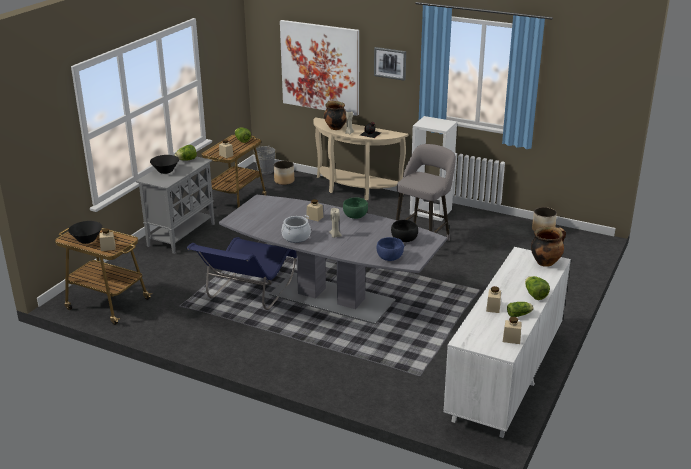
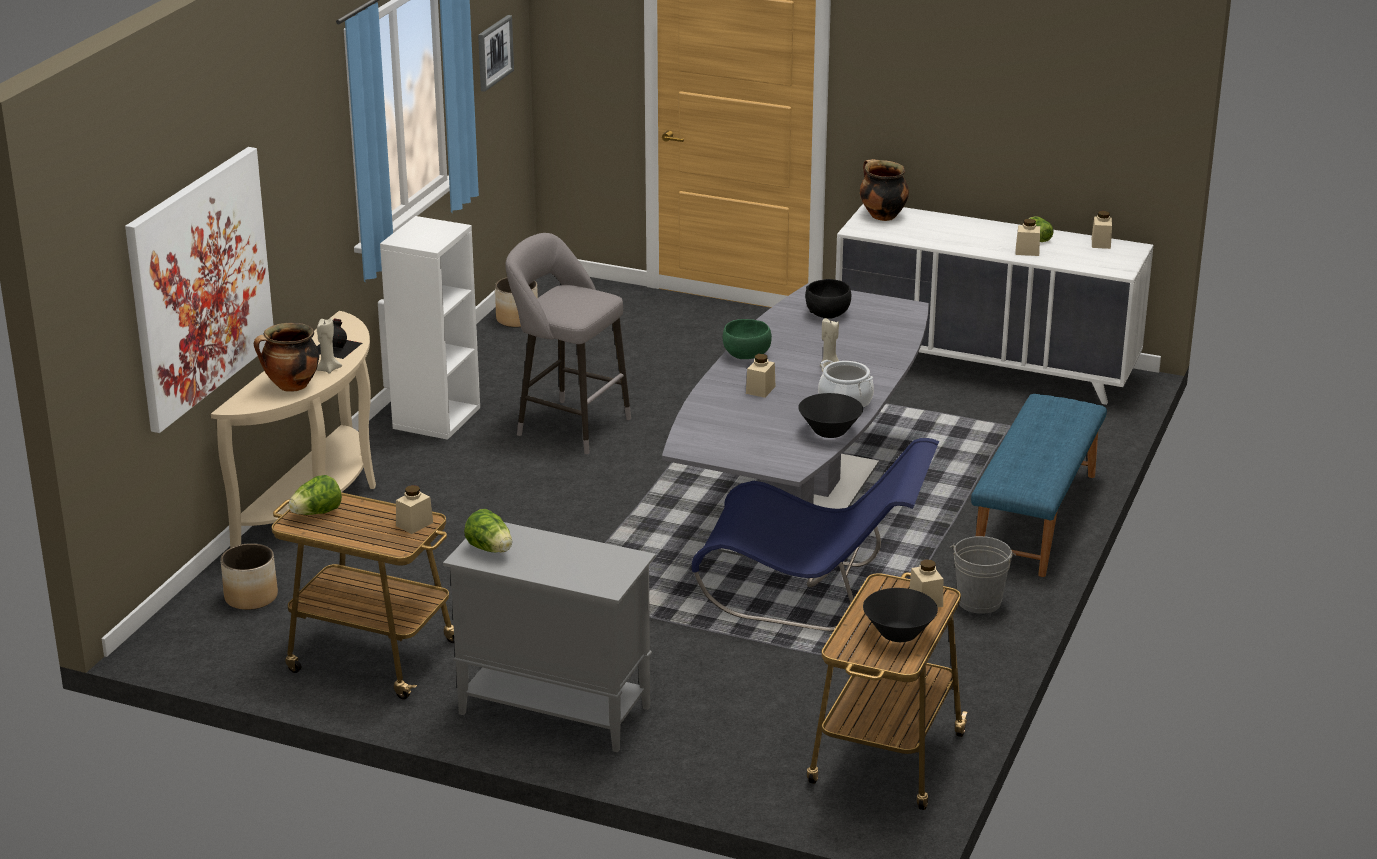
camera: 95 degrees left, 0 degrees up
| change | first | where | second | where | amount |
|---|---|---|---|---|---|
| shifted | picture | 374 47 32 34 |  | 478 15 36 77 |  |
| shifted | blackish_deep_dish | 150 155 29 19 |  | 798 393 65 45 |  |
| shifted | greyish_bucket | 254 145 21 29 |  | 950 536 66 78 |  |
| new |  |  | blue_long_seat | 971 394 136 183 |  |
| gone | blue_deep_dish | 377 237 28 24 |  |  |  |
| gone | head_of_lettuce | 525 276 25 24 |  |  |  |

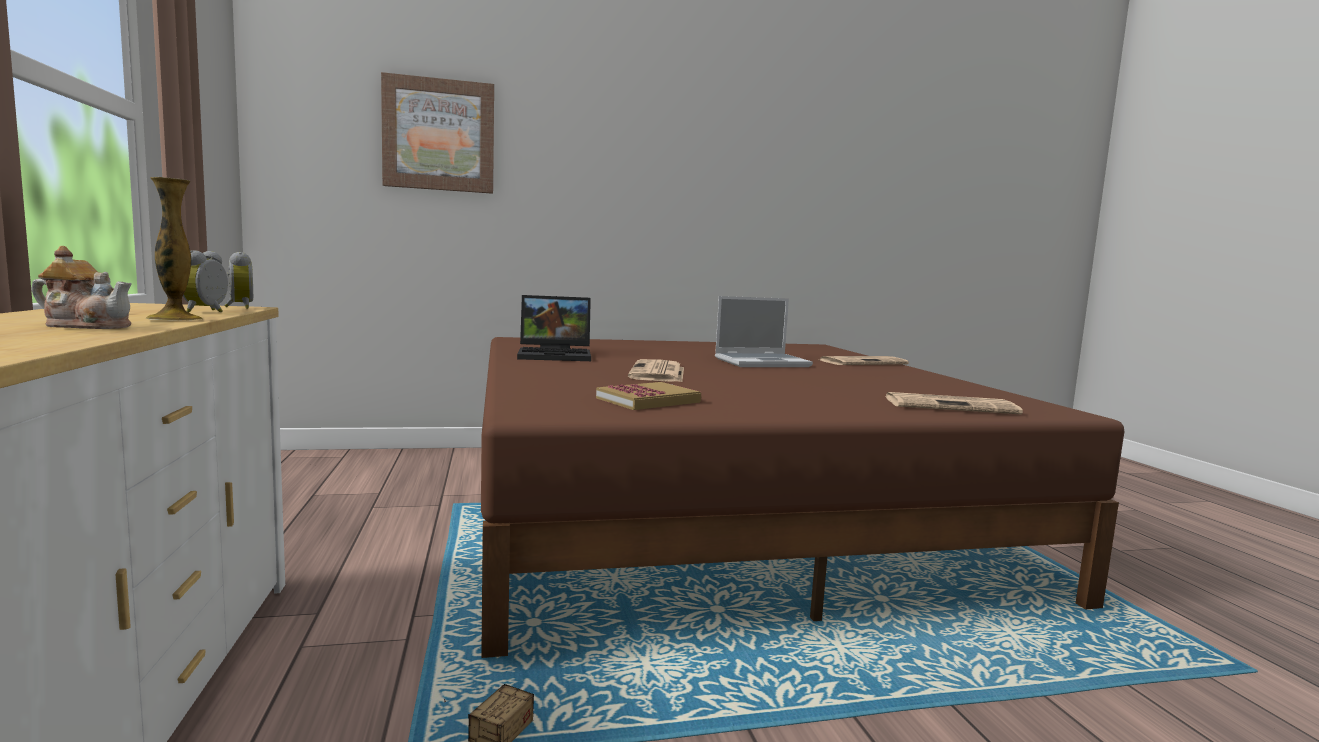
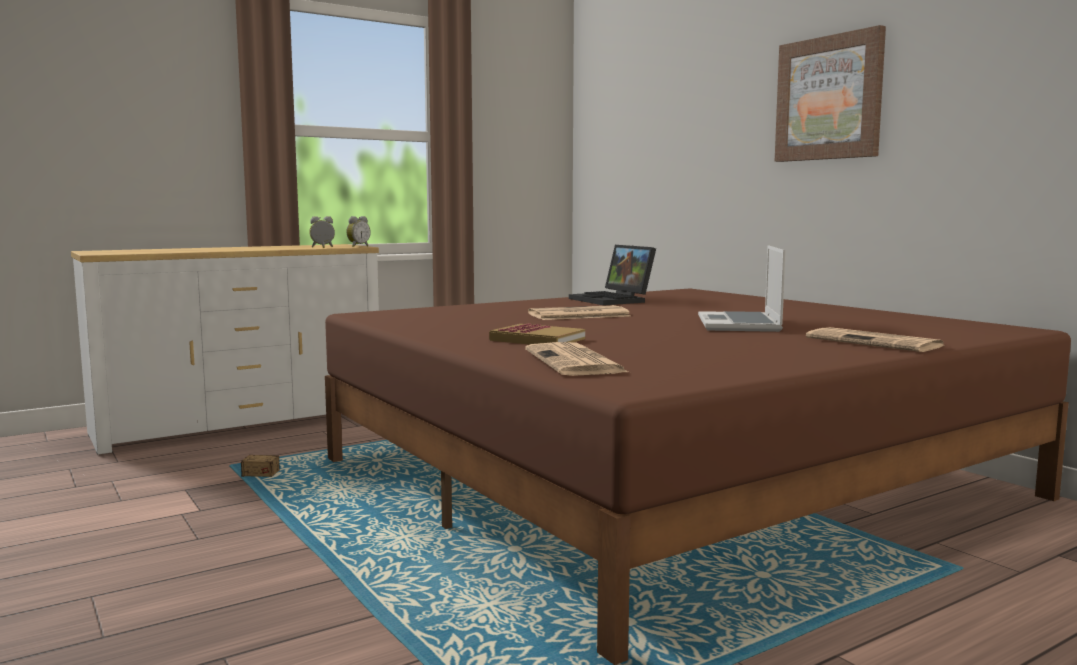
camera: 70 degrees right, 0 degrees up
| change | first | where | second | where | amount |
|---|---|---|---|---|---|
| shifted | volume | 596 382 105 28 |  | 489 324 96 21 |  |
| rotated | notebook_computer | 715 296 98 71 |  | 698 245 88 87 | 45 degrees clockwise |
| shifted | picture | 381 72 113 122 |  | 775 25 111 137 |  |
| gone | pot_for_tea | 31 246 101 83 |  |  |  |
| gone | flower_vase | 146 177 57 143 |  |  |  |

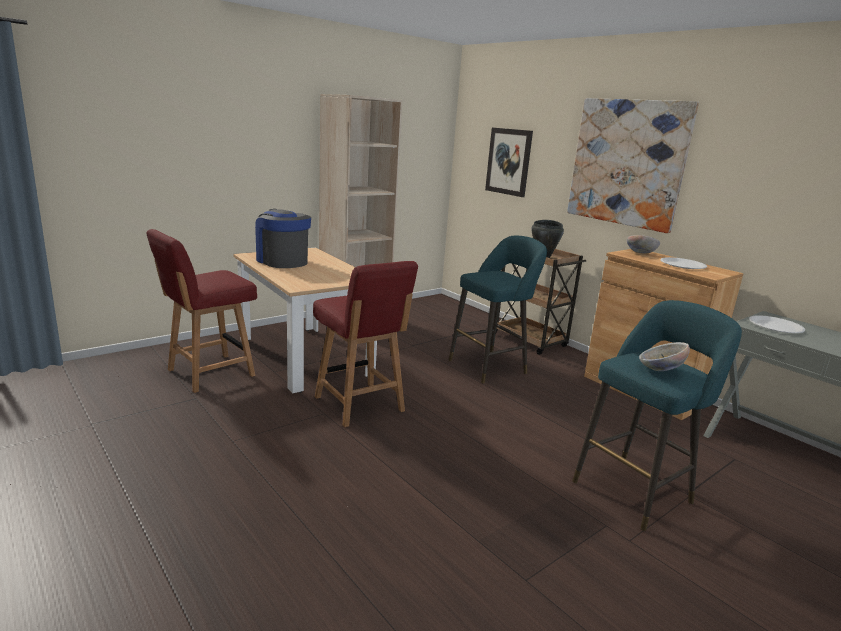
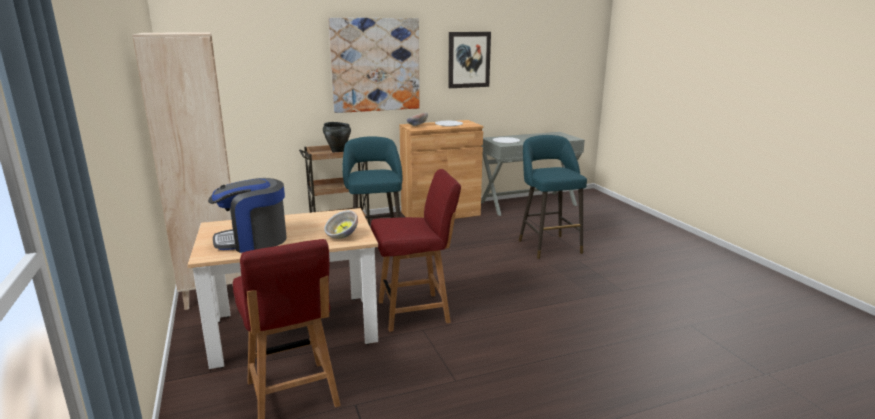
camera: 70 degrees left, 0 degrees up
| change | first | where | second | where | amount |
|---|---|---|---|---|---|
| shifted | deep_dish | 639 342 51 29 |  | 324 210 34 29 |  |
| shifted | picture | 485 128 48 69 |  | 448 32 43 56 |  |

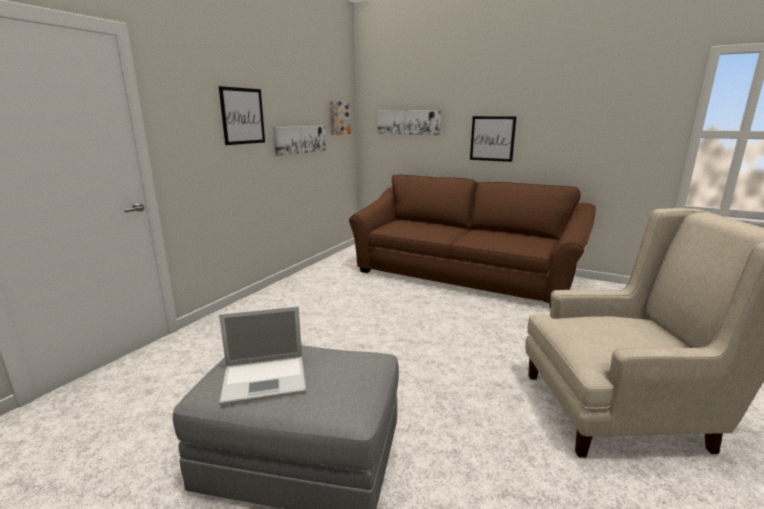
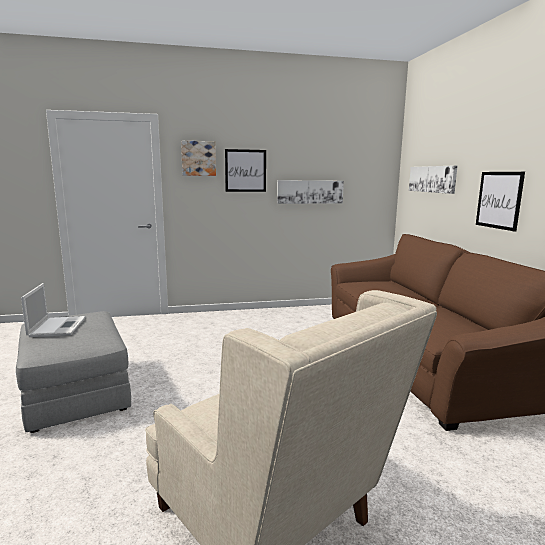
camera: 50 degrees right, 5 degrees down
| change | first | where | second | where | amount |
|---|---|---|---|---|---|
| rotated | notebook_computer | 219 306 87 99 |  | 21 283 65 54 | 135 degrees counterclockwise |
| shifted | picture | 330 101 21 34 |  | 181 141 35 35 |  |

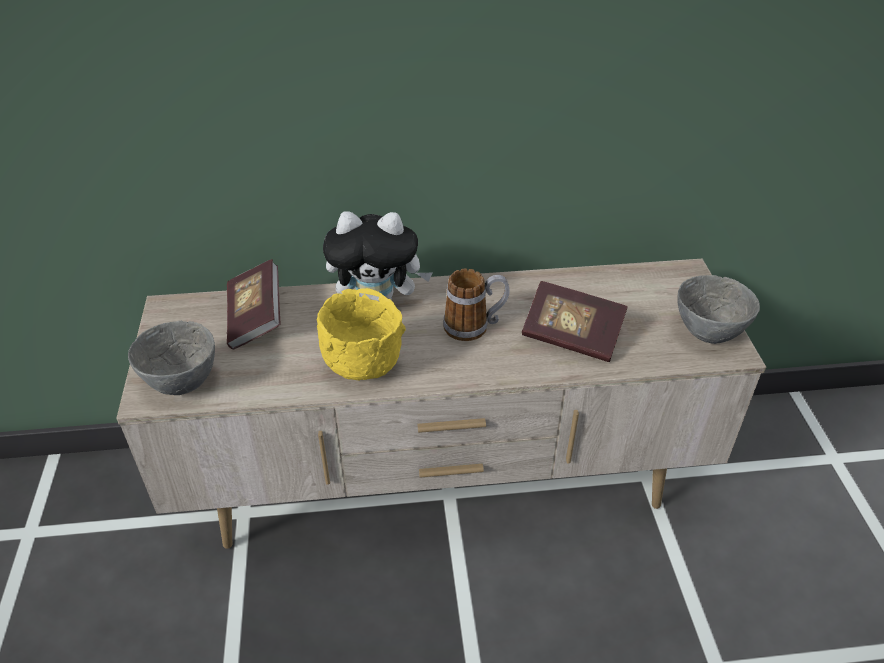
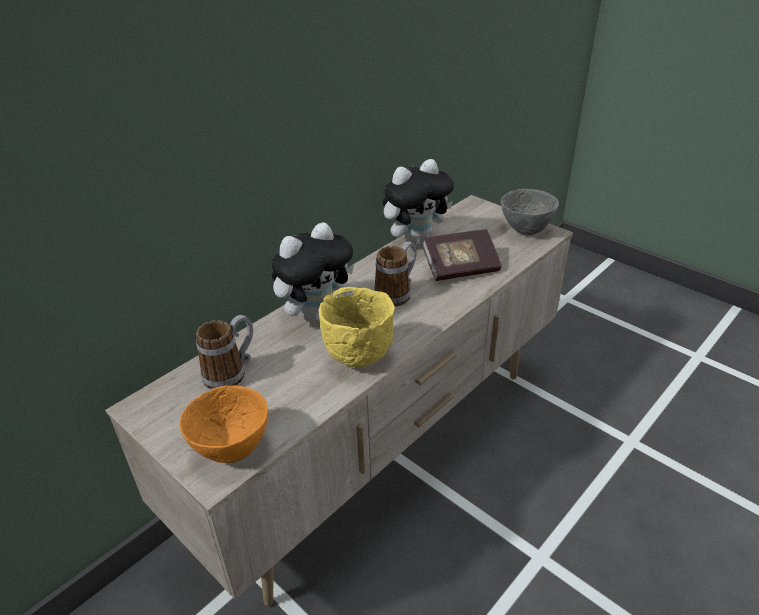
camera: 40 degrees left, 5 degrees down
| change | first | where | second | where | amount |
|---|---|---|---|---|---|
| repainted | greyish_deep_dish | 128 321 87 74 | orange-coloured_deep_dish | 179 385 89 78 |  |
| swapped | volume | 227 259 53 91 | mug | 196 315 57 74 |  |
| new |  |  | soft_toy | 383 159 71 86 |  |

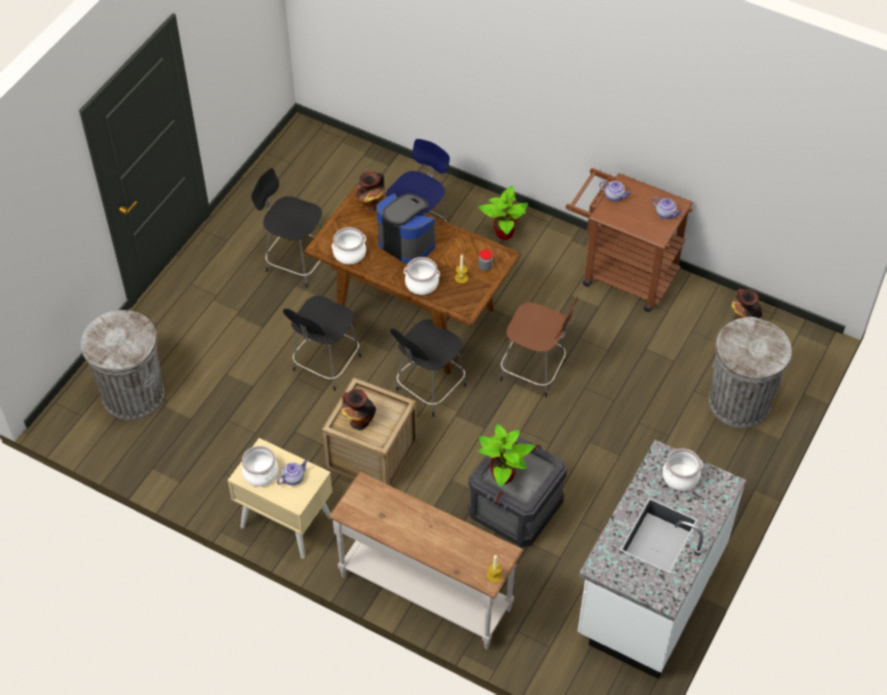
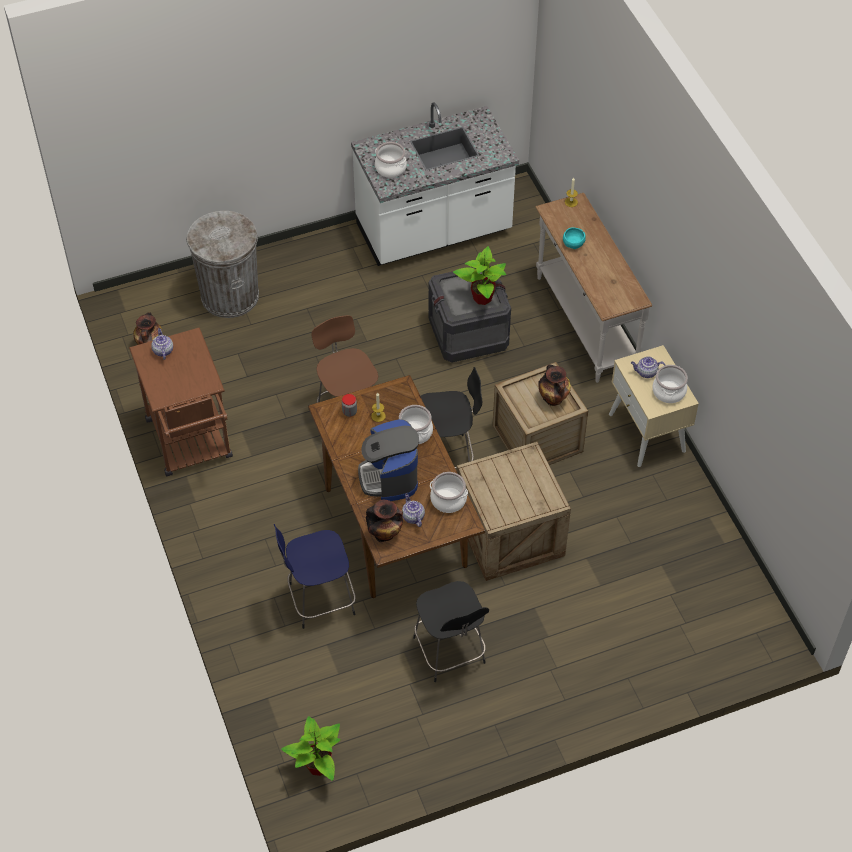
camera: 140 degrees left, 0 degrees up
| change | first | where | second | where | amount |
|---|---|---|---|---|---|
| shifted | potted_plant | 478 186 50 54 |  | 281 716 60 65 |  |
| shifted | pot_for_tea | 600 181 31 21 |  | 402 493 23 34 |  |
| swapped | blackish_stool_seat | 283 296 78 95 | packing_crate | 457 442 114 139 |  |
| new |  |  | turquoise_deep_dish | 563 227 23 22 |  |
| gone | greyish_rubbish_bin | 81 310 83 110 |  |  |  |

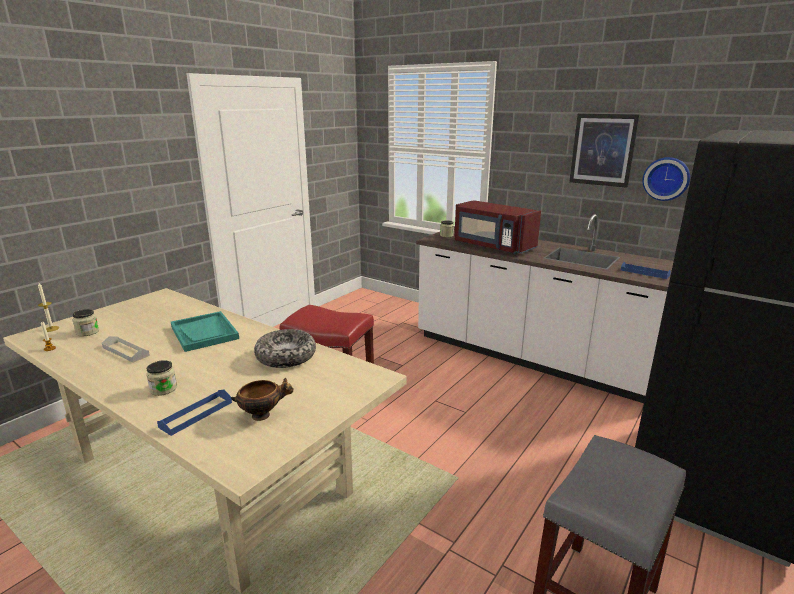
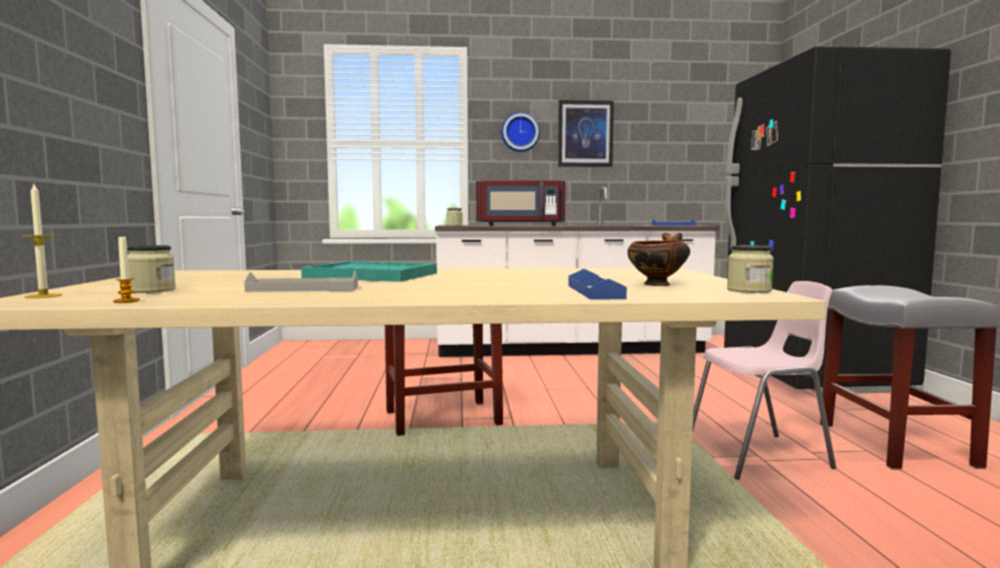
camera: 40 degrees left, 15 degrees down
| change | first | where | second | where | amount |
|---|---|---|---|---|---|
| shifted | wall_clock | 643 157 47 44 |  | 501 112 39 40 |  |
| new |  |  | pink-coloured_plain_chair | 693 281 143 199 |  |
| shifted | jar | 146 360 31 36 |  | 727 245 47 48 |  |
| gone | deep_dish | 254 329 62 39 |  |  |  |

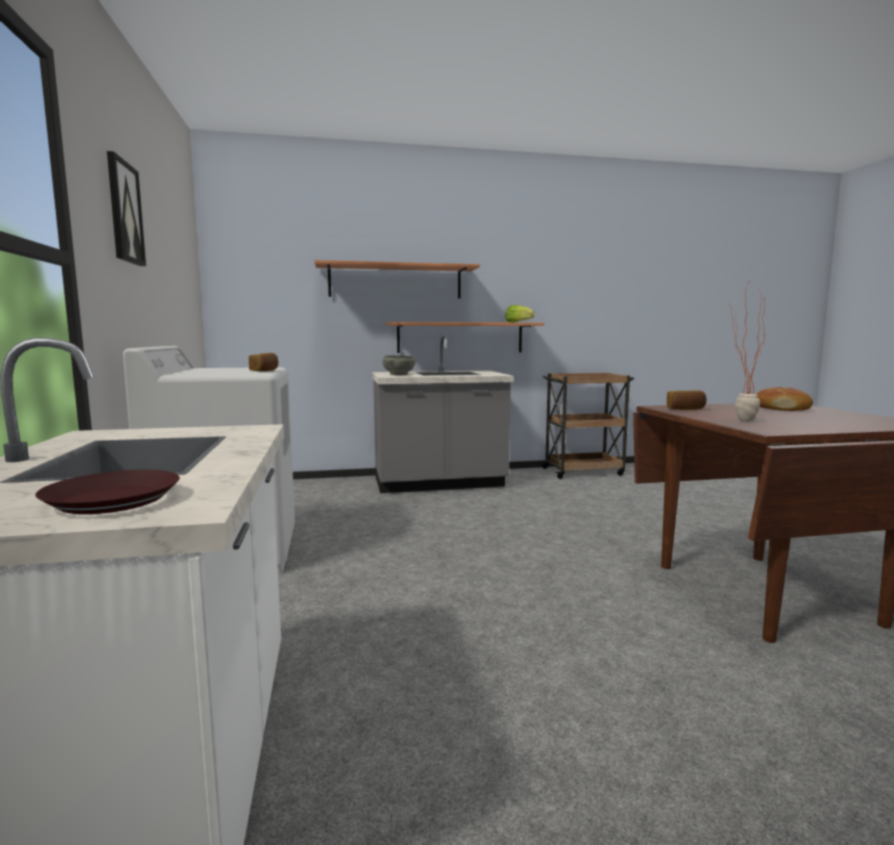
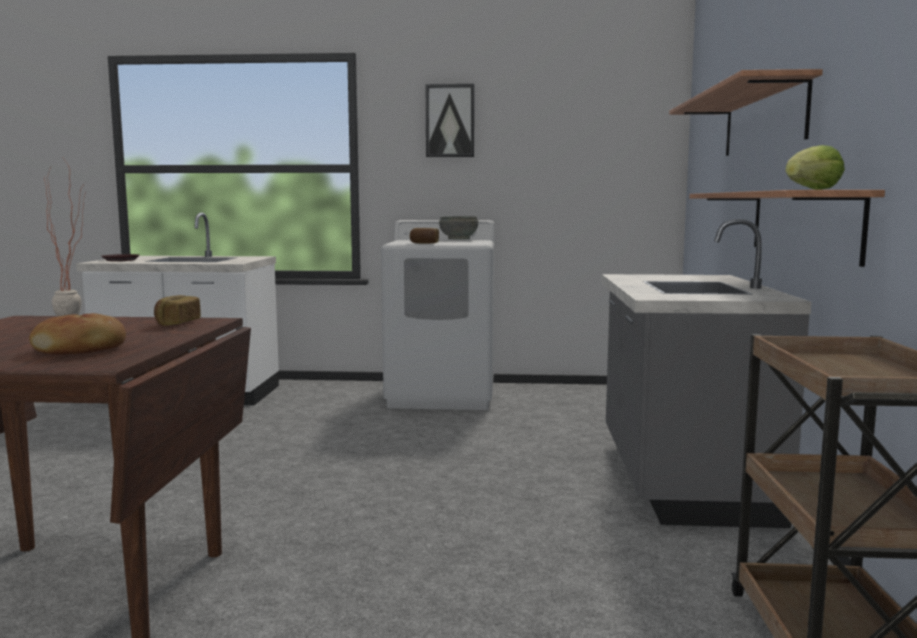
camera: 105 degrees right, 0 degrees up
| change | first | where | second | where | amount |
|---|---|---|---|---|---|
| shifted | greyish_deep_dish | 382 355 33 20 |  | 439 216 39 24 |  |

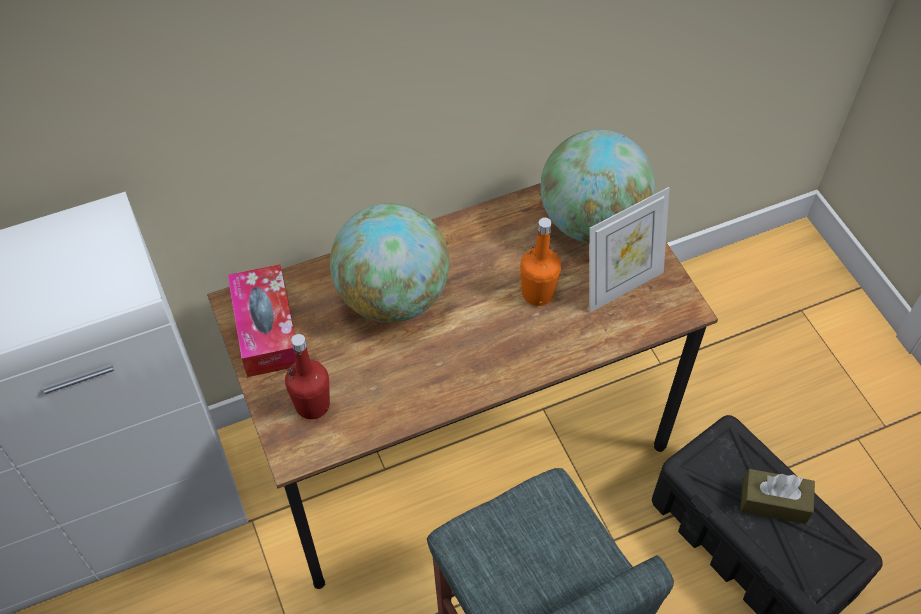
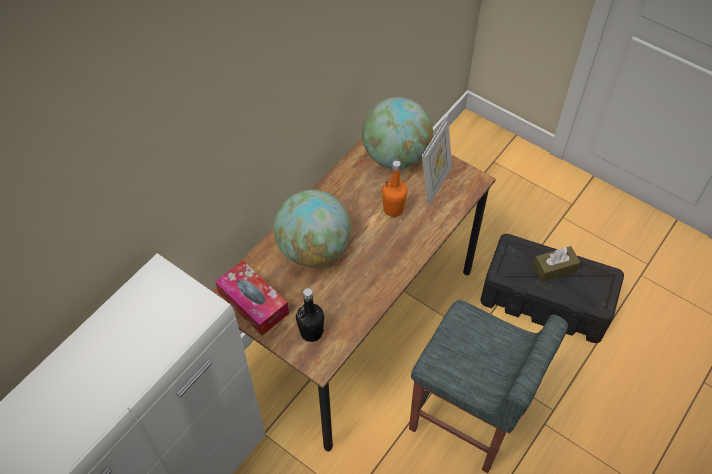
camera: 30 degrees left, 0 degrees up
| change | first | where | second | where | amount |
|---|---|---|---|---|---|
| repainted | reddish_drink_bottle | 285 334 45 85 | blackish_drink_bottle | 296 288 28 54 |  |

